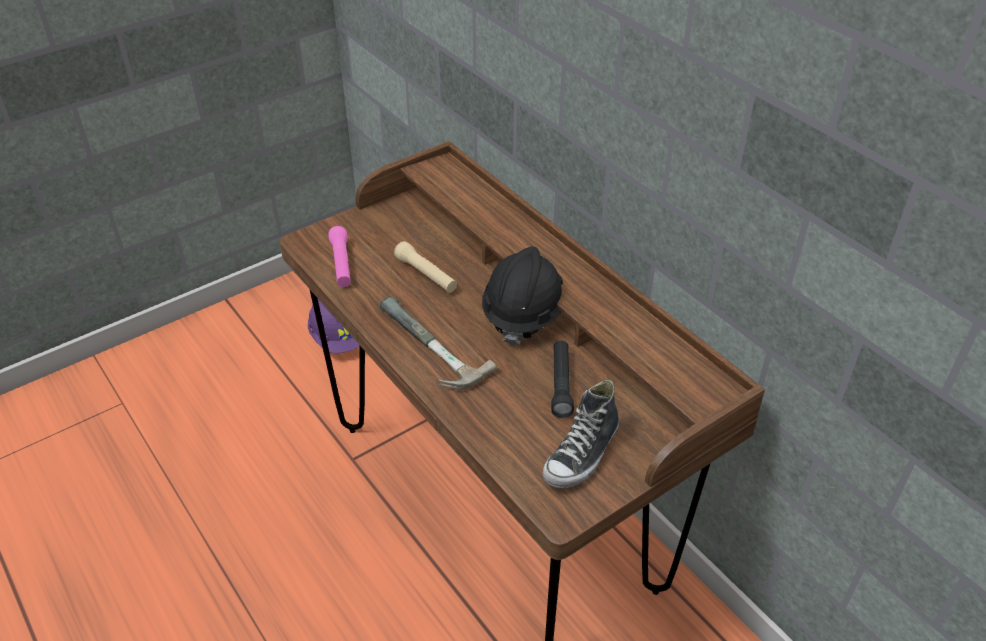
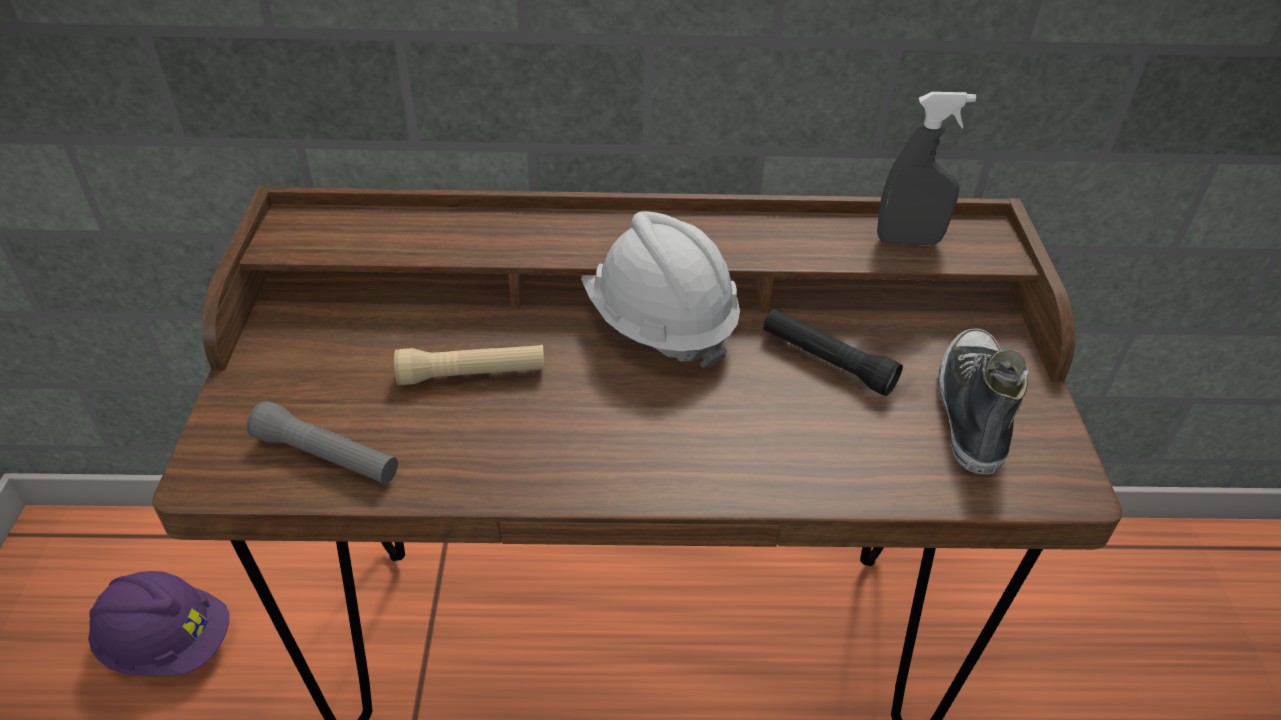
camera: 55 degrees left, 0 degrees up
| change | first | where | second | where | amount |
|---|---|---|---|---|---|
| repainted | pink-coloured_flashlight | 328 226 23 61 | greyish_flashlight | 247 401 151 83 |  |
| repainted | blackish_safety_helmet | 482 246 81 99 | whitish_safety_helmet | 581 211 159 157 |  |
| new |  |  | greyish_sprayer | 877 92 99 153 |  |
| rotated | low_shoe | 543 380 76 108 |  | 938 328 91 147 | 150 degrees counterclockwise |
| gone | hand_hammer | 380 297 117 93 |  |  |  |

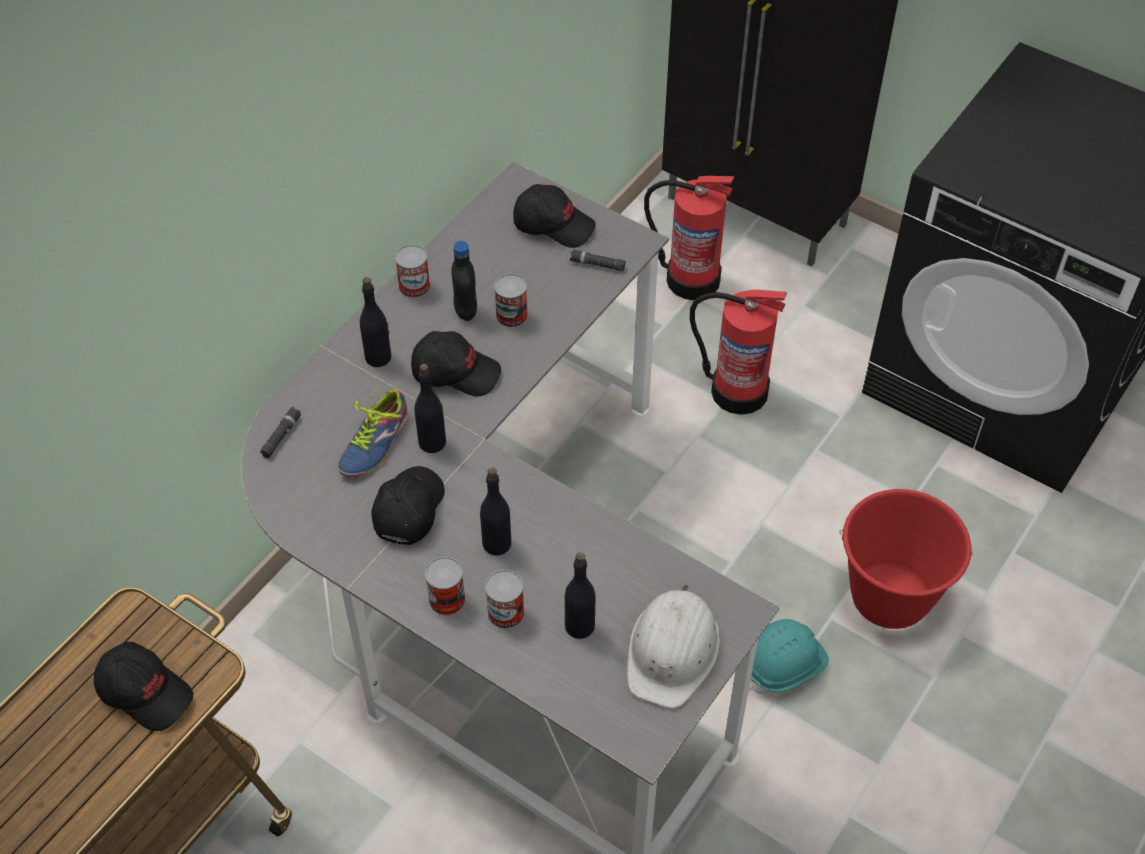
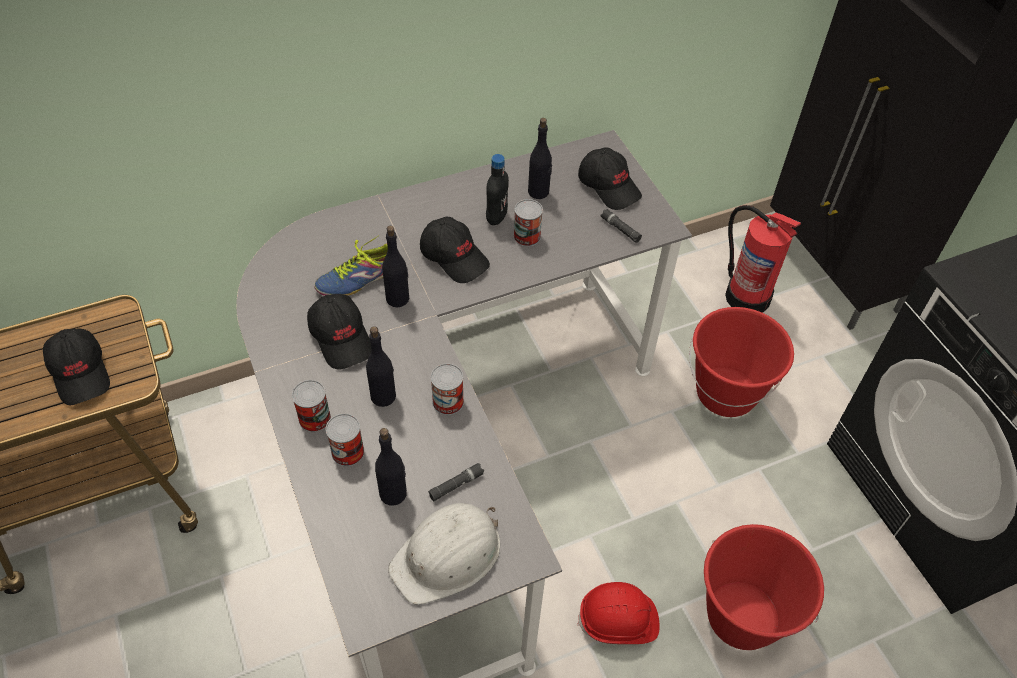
camera: 30 degrees right, 0 degrees up
| change | first | where | second | where | amount |
|---|---|---|---|---|---|
| rotated | blackish_peaked_cap | 371 466 74 79 |  | 307 294 64 76 | 105 degrees clockwise |
| shifted | blackish_flashlight | 260 407 41 51 |  | 428 463 56 38 |  |
| shifted | can | 395 244 35 54 |  | 431 363 33 52 |  |
| shifted | blackish_drink_bottle | 360 277 31 90 |  | 528 118 24 81 |  |
| repainted | turquoise_safety_helmet | 749 619 80 75 | reddish_safety_helmet | 578 582 82 62 |  |
| swapped | fire-fighting_cylinder | 690 290 97 125 | reddish_bucket | 689 307 105 110 |  |

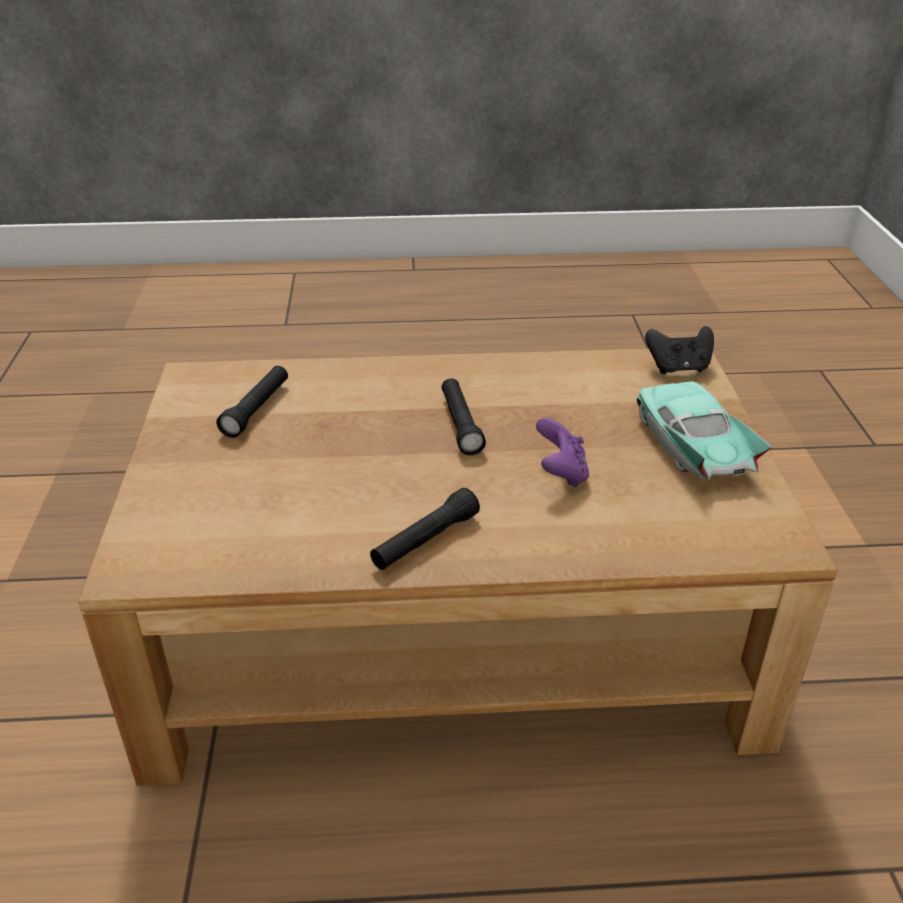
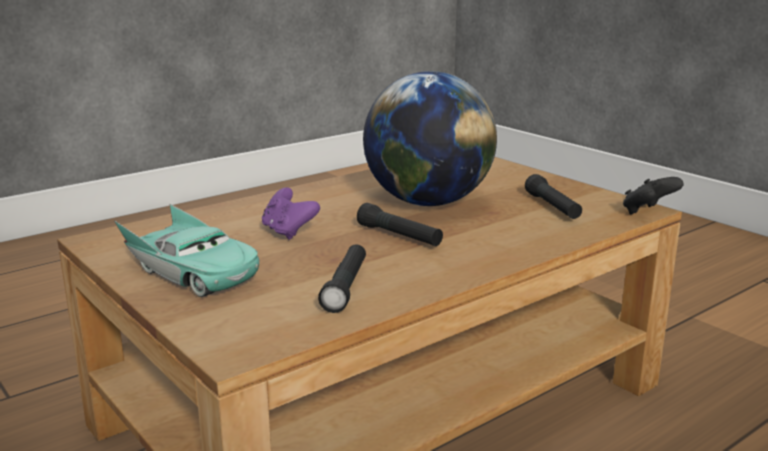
camera: 145 degrees right, 15 degrees down
| change | first | where | second | where | amount |
|---|---|---|---|---|---|
| shifted | blackish_flashlight | 370 488 110 82 |  | 318 244 48 69 |  |
| new |  |  | world_globe | 363 71 134 135 |  |
| shifted | blackish_game_controller | 645 326 69 48 |  | 623 177 61 37 |  |

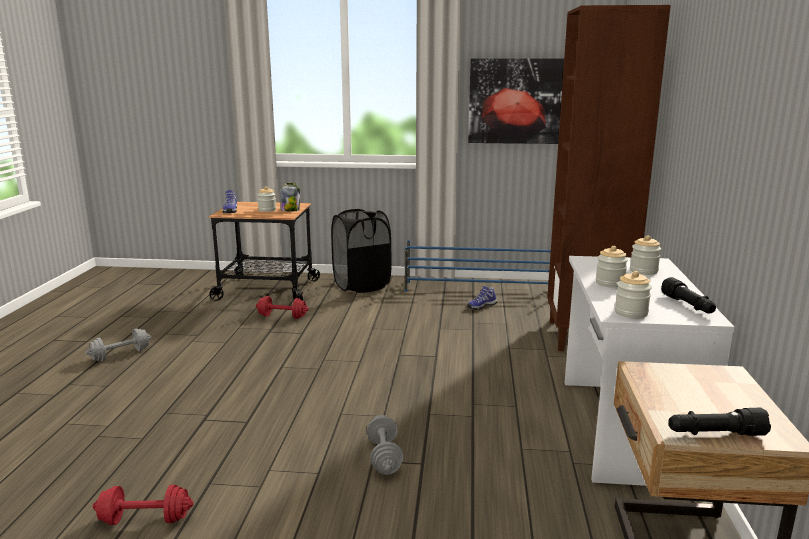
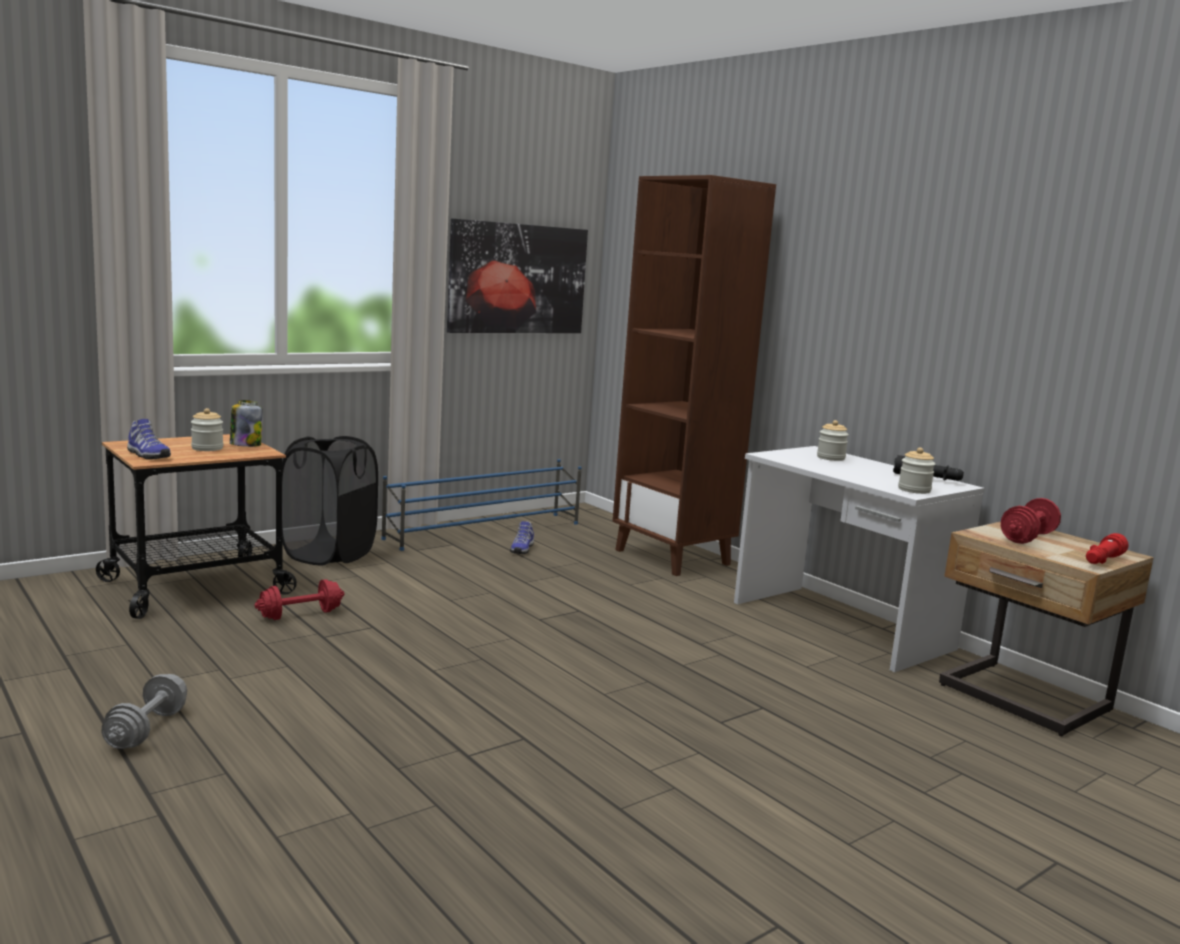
camera: 45 degrees left, 5 degrees down
| change | first | where | second | where | amount |
|---|---|---|---|---|---|
| shifted | reddish_free_weight | 93 485 101 40 |  | 1001 498 60 46 |  |
| repainted | blackish_flashlight | 668 408 103 28 | reddish_flashlight | 1086 533 43 31 |  |
| gone | greyish_free_weight | 367 415 36 60 |  |  |  |
| gone | jar | 596 246 32 42 |  |  |  |

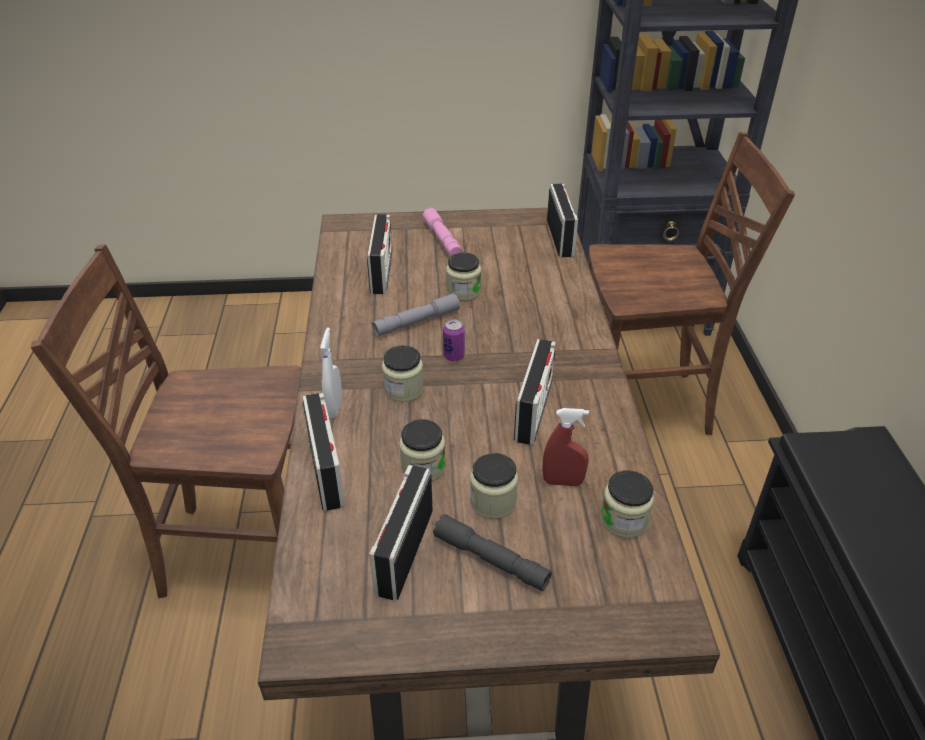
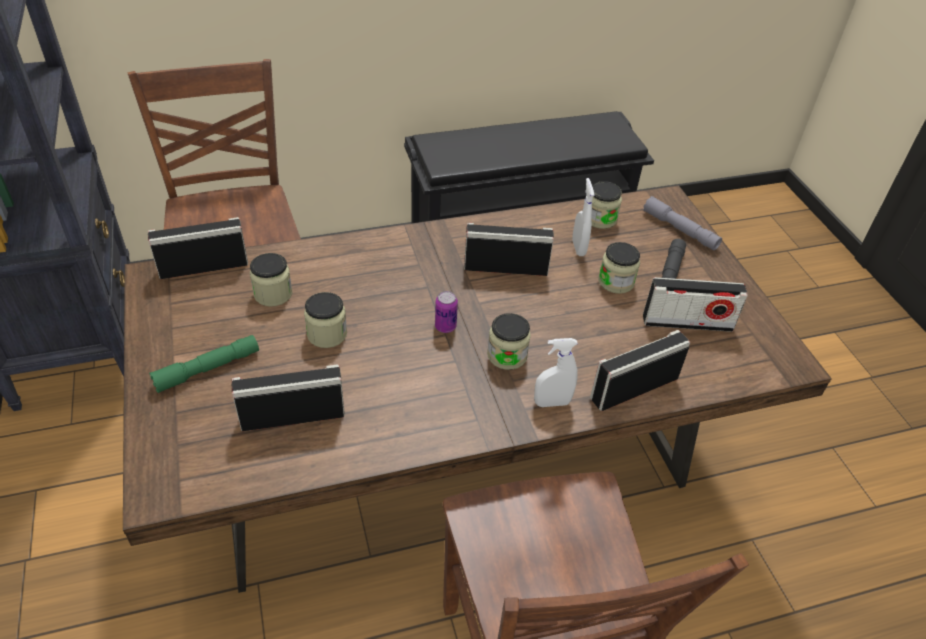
camera: 105 degrees left, 5 degrees up
| change | first | where | second | where | amount |
|---|---|---|---|---|---|
| repainted | pink-coloured_flashlight | 422 208 40 49 | green-coloured_flashlight | 149 335 110 58 |  |
| shifted | jar | 399 419 47 62 |  | 250 253 42 54 |  |
| repainted | reddish_sprayer | 542 408 47 78 | whitish_sprayer | 572 178 22 78 |  |
| shifted | greyish_flashlight | 372 293 88 43 |  | 643 196 79 54 |  |

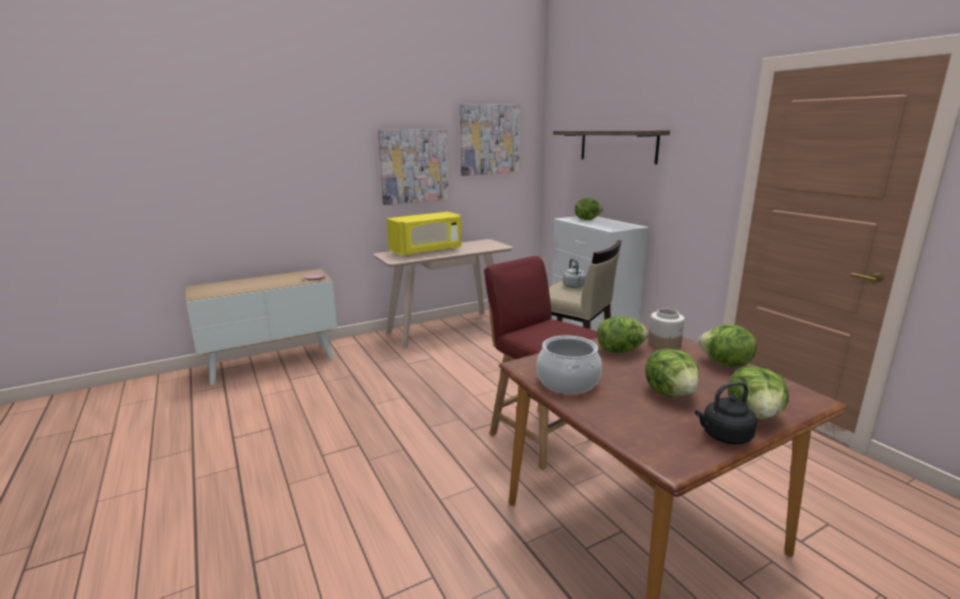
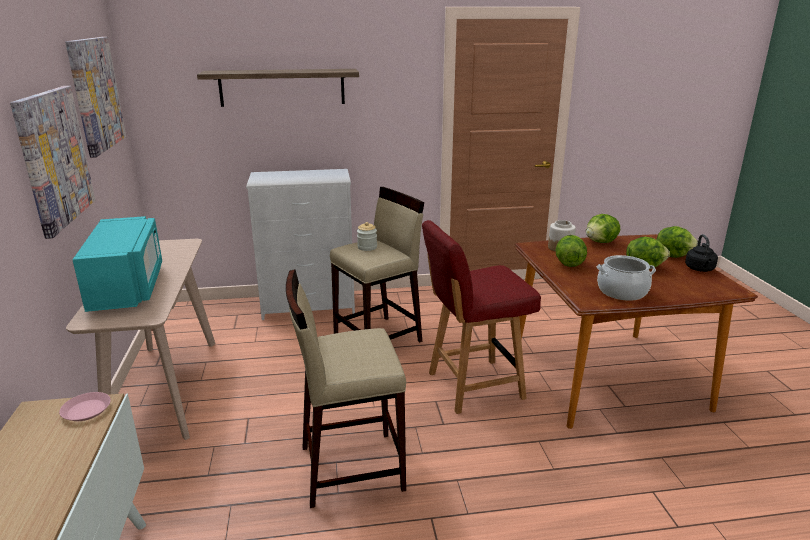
camera: 70 degrees left, 5 degrees up
| change | first | where | second | where | amount |
|---|---|---|---|---|---|
| repainted | yellow-coloured_microwave_oven | 386 212 76 44 | turquoise_microwave_oven | 72 216 90 96 |  |
| new |  |  | beige-coloured_stool_seat | 286 269 120 239 |  |
| swapped | greyish_tea_kettle | 563 259 23 29 | jar | 357 222 20 29 |  |
| gone | head_of_lettuce | 575 198 28 22 |  |  |  |

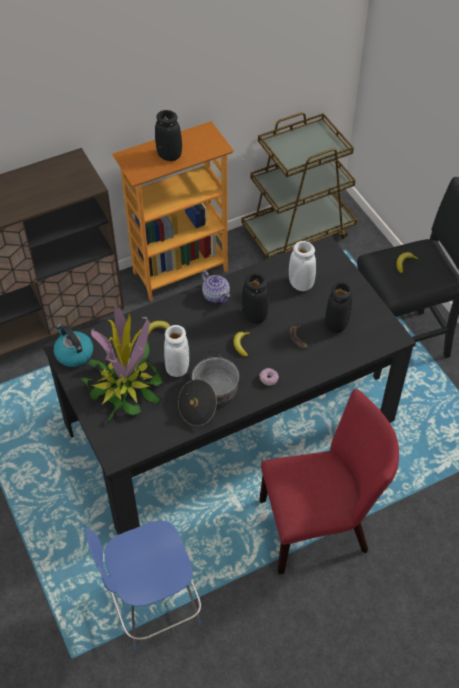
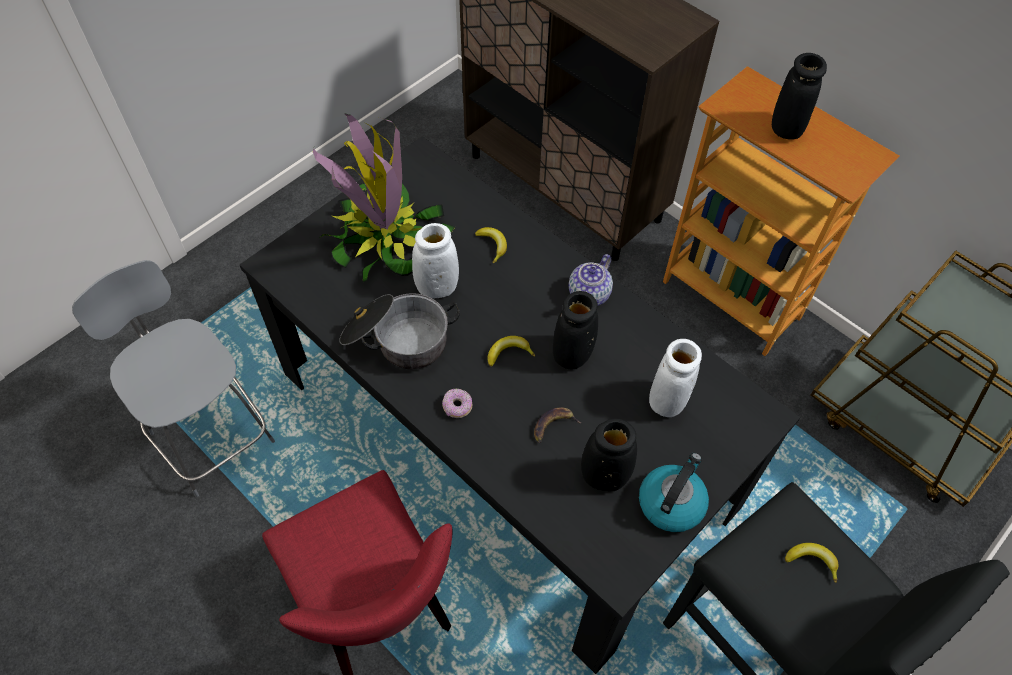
camera: 70 degrees right, 5 degrees up
| change | first | where | second | where | amount |
|---|---|---|---|---|---|
| repainted | blue_stool_seat | 84 521 118 129 | greyish_stool_seat | 72 260 203 237 |  |
| shifted | tea_kettle | 53 324 40 43 |  | 639 453 70 79 |  |

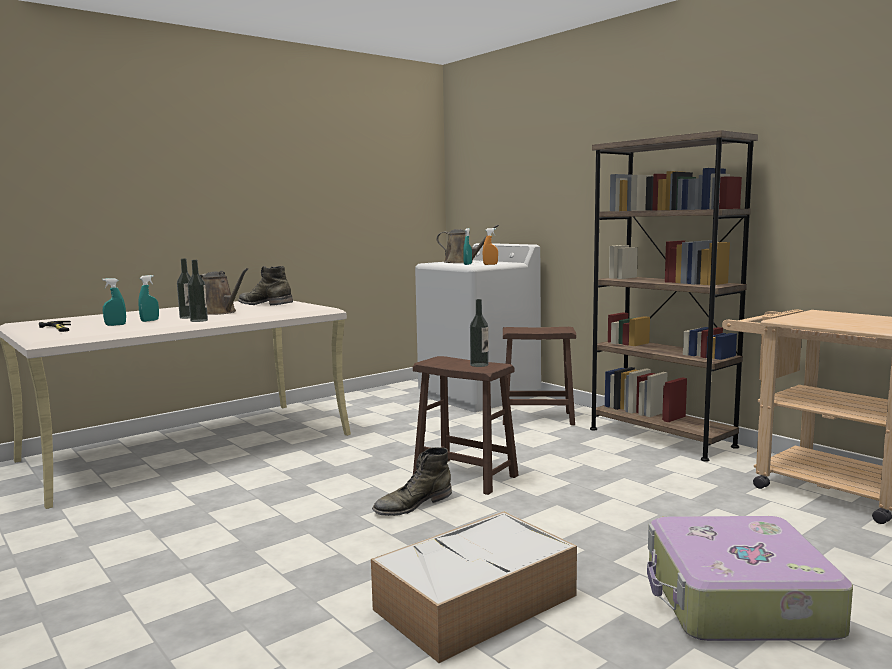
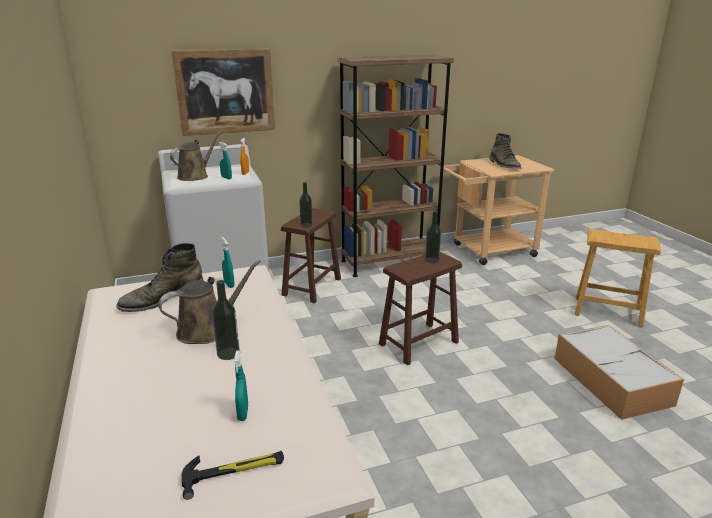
camera: 70 degrees left, 15 degrees up
| change | first | where | second | where | amount |
|---|---|---|---|---|---|
| new |  |  | picture | 171 49 104 87 |  |
| shifted | turquoise_sprayer | 138 275 21 47 |  | 221 237 14 51 |  |
| shifted | drink_bottle | 187 260 21 62 |  | 299 182 14 45 |  |
| shifted | green-coloured_high-top_boot | 372 447 80 69 |  | 489 133 32 36 |  |
| swapped | piece_of_luggage | 647 516 206 125 | brown-coloured_stool_seat | 575 229 86 99 |  |

